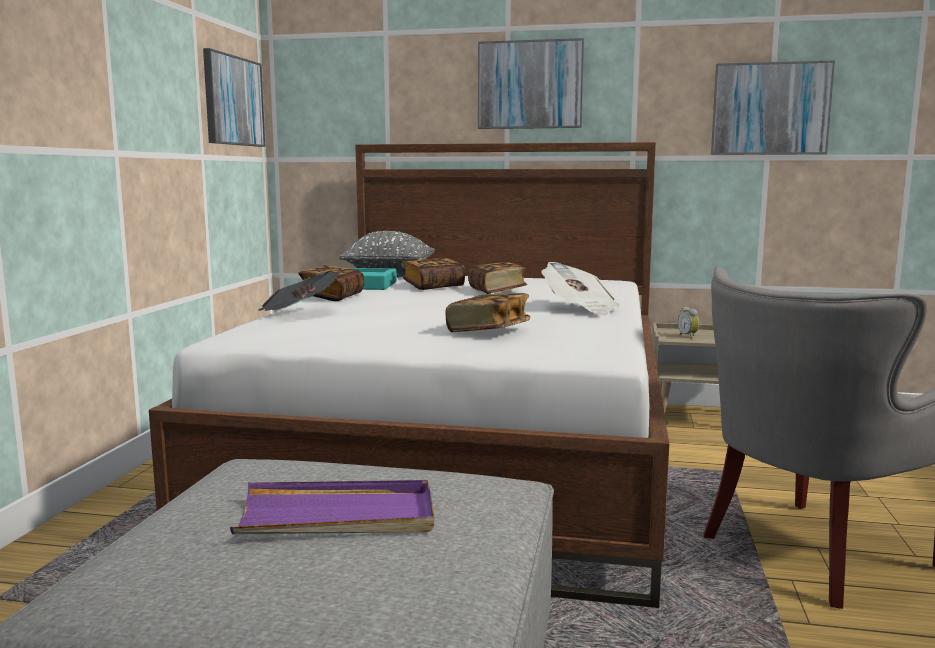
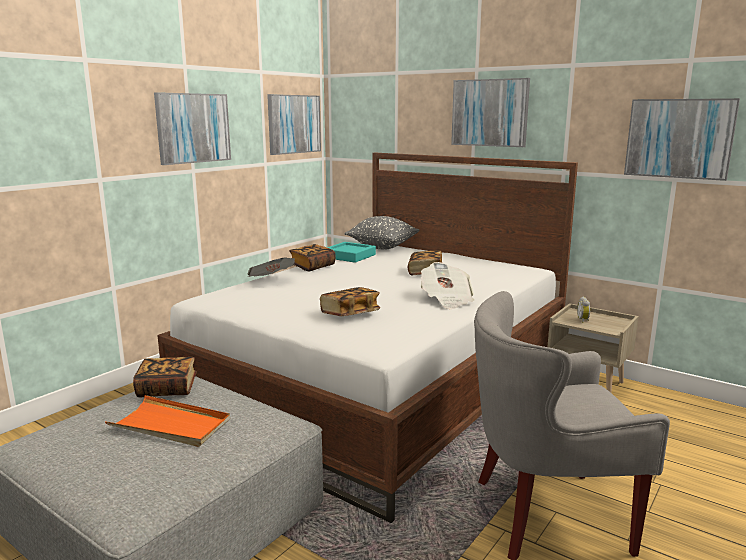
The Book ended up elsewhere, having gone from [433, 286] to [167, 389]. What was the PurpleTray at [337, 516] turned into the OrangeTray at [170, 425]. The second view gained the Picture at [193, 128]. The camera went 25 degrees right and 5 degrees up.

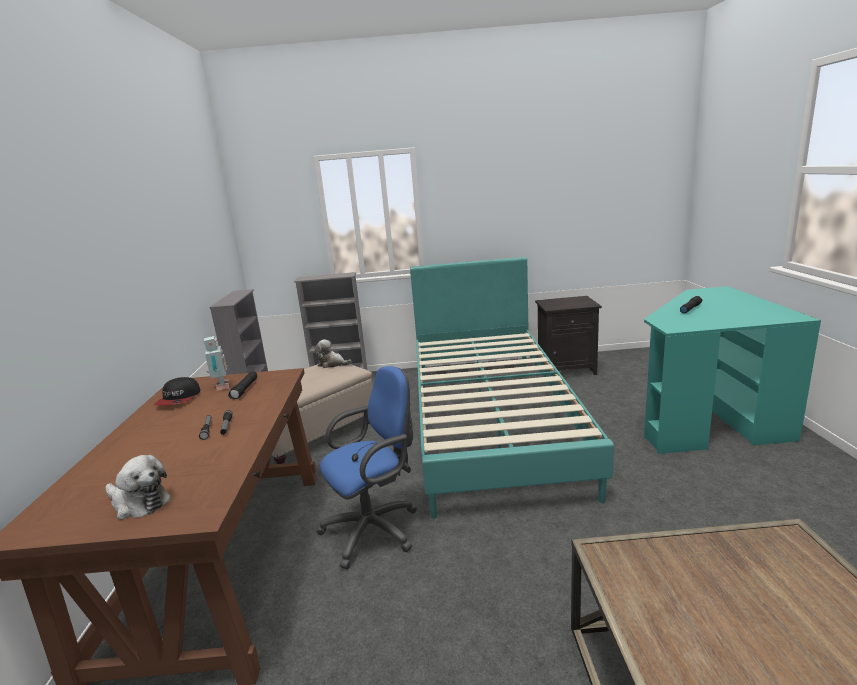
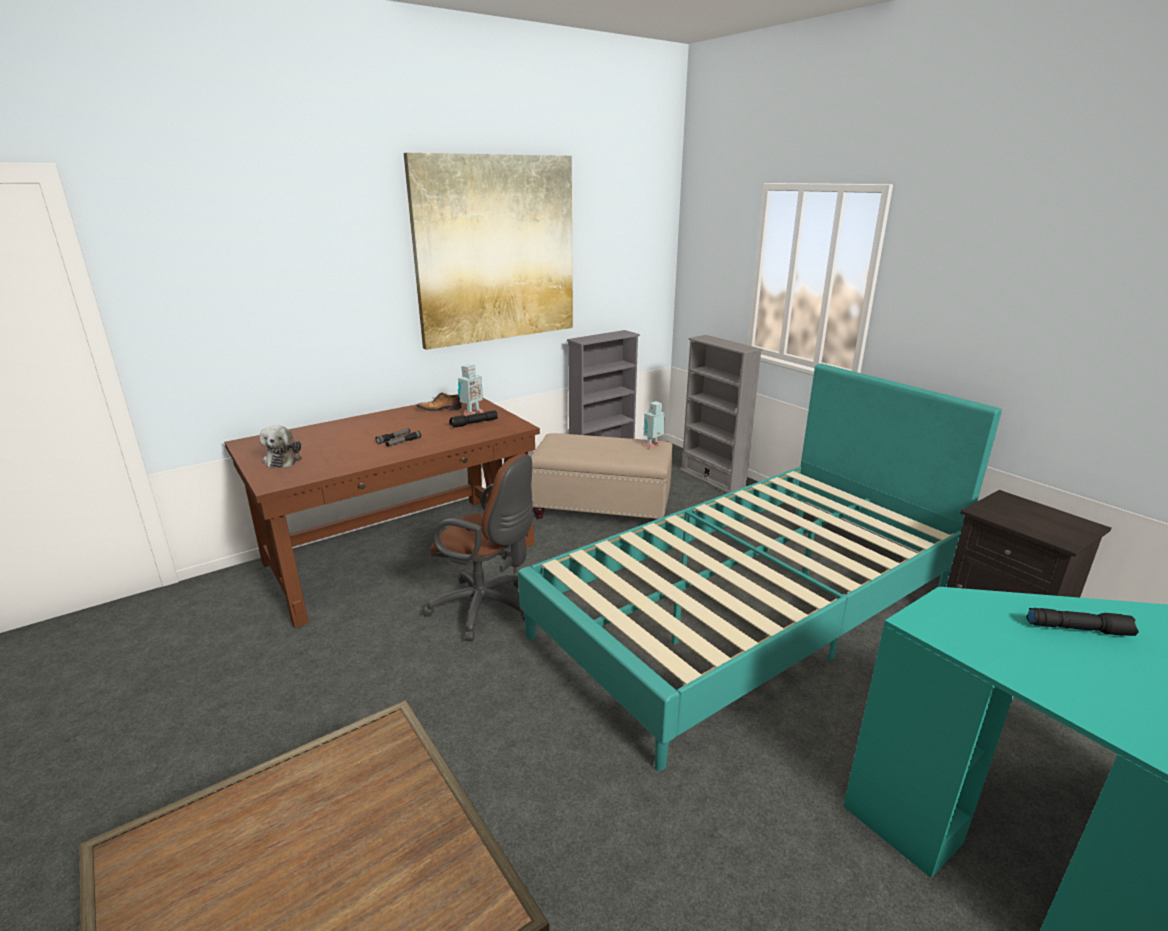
Where the PlushToy stood at [332, 364], the ToyRobot came to stand at [653, 446]. What was the BlueOfficeChair at [376, 529] turned into the BrownOfficeChair at [487, 609]. Where the Cap stood at [179, 399], the Shoe came to stand at [440, 409]. The second view gained the Picture at [496, 250]. The camera went 55 degrees right and 5 degrees up.

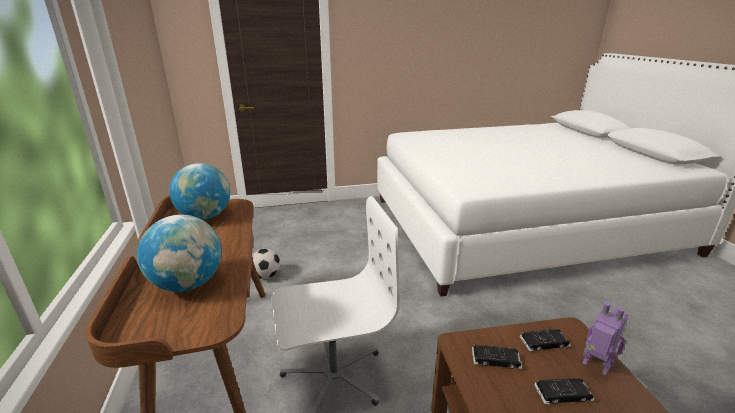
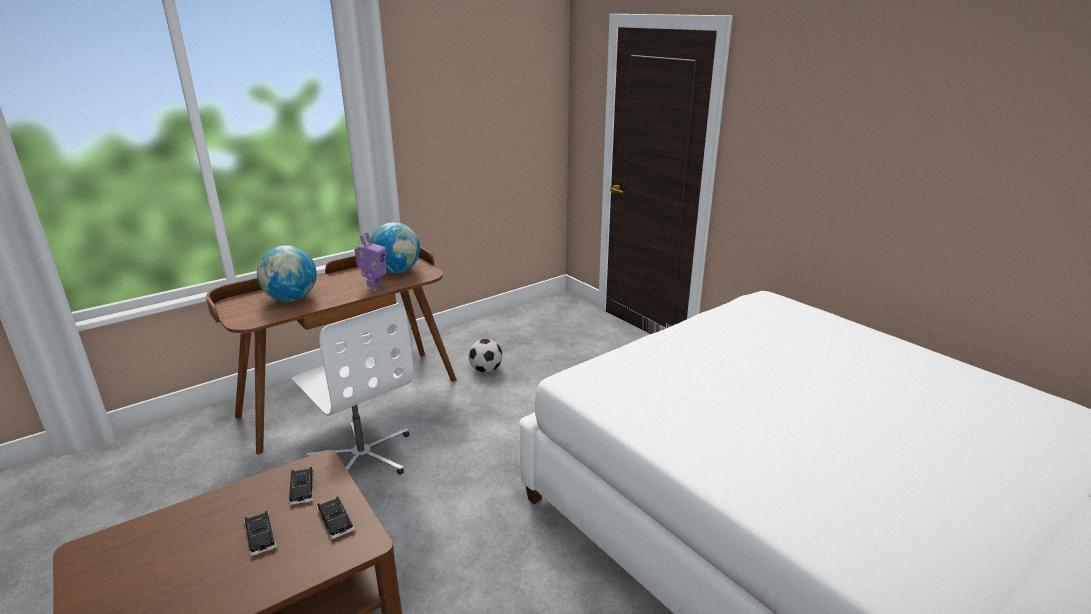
The ToyRobot ended up elsewhere, having gone from [595, 366] to [374, 288]. The camera went 65 degrees right and 0 degrees up.

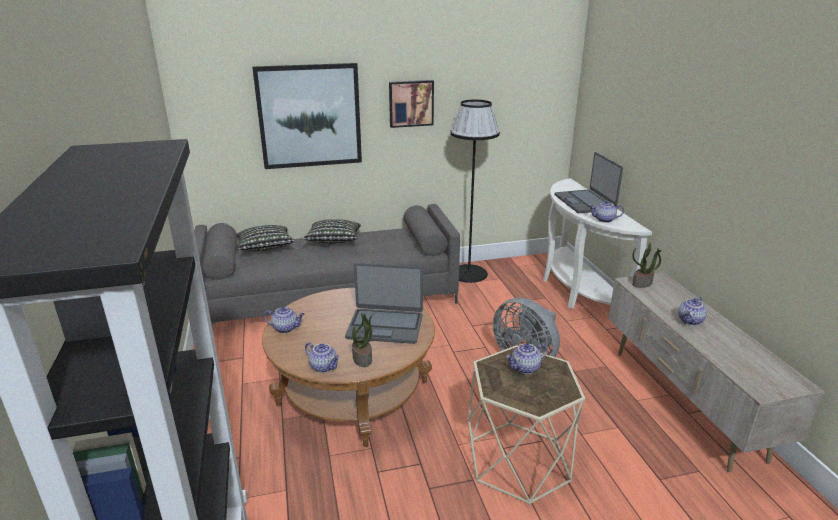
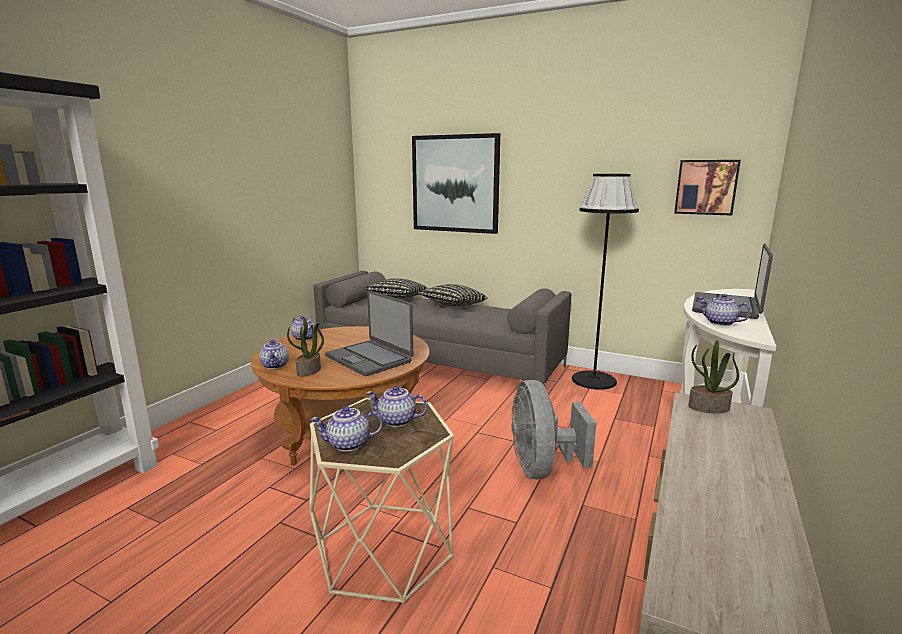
The Picture ended up elsewhere, having gone from [411, 103] to [706, 187]. The Teapot ended up elsewhere, having gone from [690, 321] to [348, 444]. The camera went 40 degrees right and 10 degrees down.

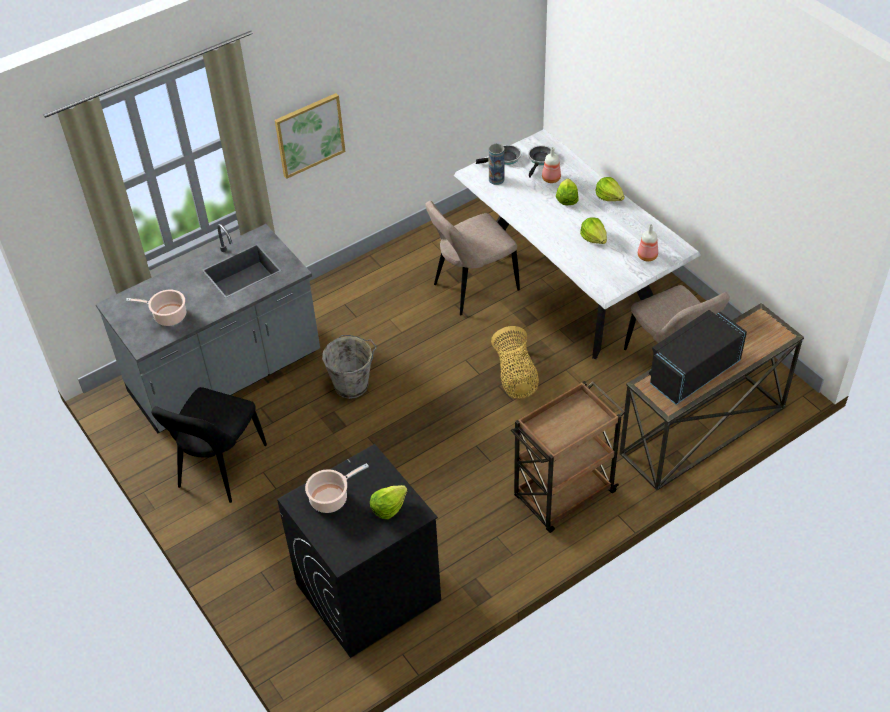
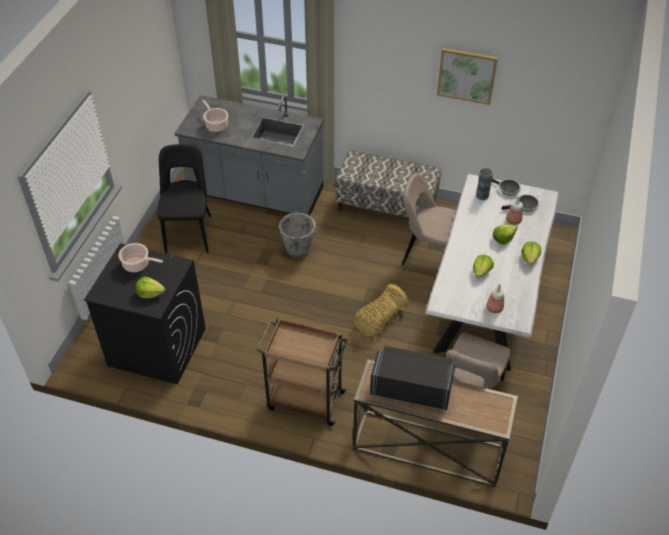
The Picture ended up elsewhere, having gone from [309, 135] to [466, 75]. The BlackChair at [220, 469] ended up facing another way, 105 degrees clockwise from before. The second view gained the Bench at [387, 206]. The camera went 50 degrees right and 0 degrees up.

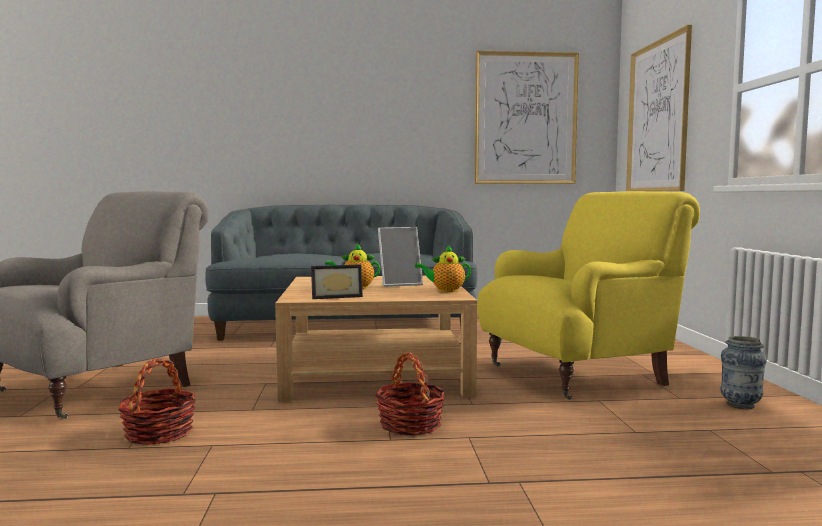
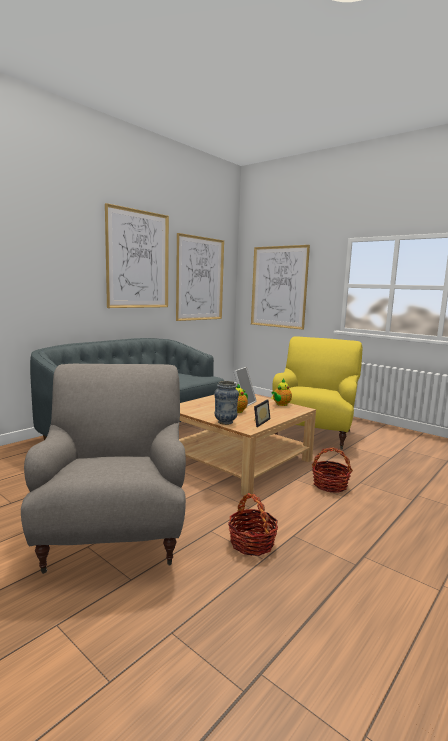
The Vase ended up elsewhere, having gone from [740, 405] to [225, 422]. The second view gained the Picture at [138, 259]. The camera went 45 degrees left and 5 degrees up.

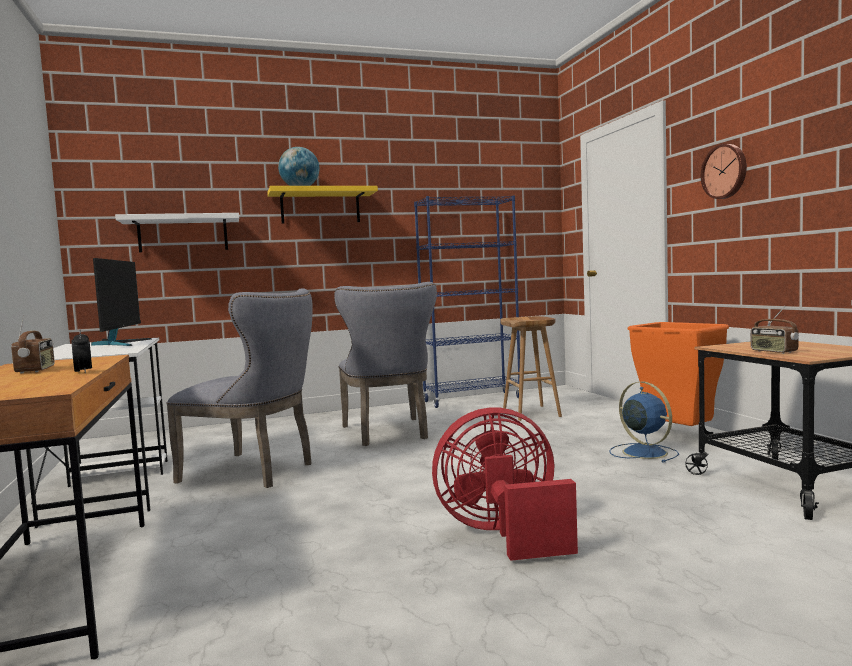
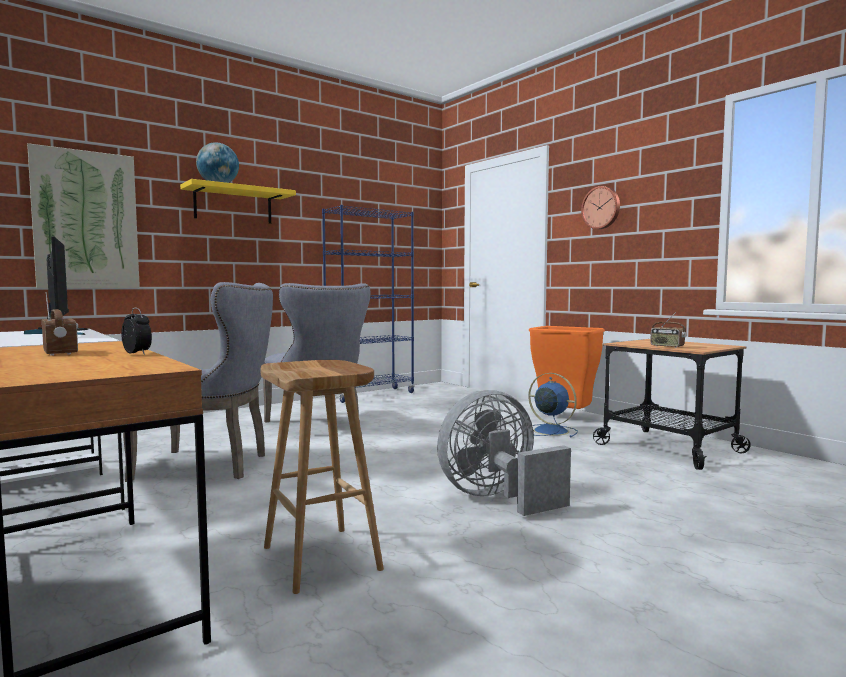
Where the WhiteShelf hung at [183, 234], the Picture came to hang at [86, 220]. The BrownStool ended up elsewhere, having gone from [532, 413] to [323, 558]. What was the RedFan at [504, 534] turned into the GreyFan at [497, 498]. The camera went 20 degrees left and 0 degrees up.

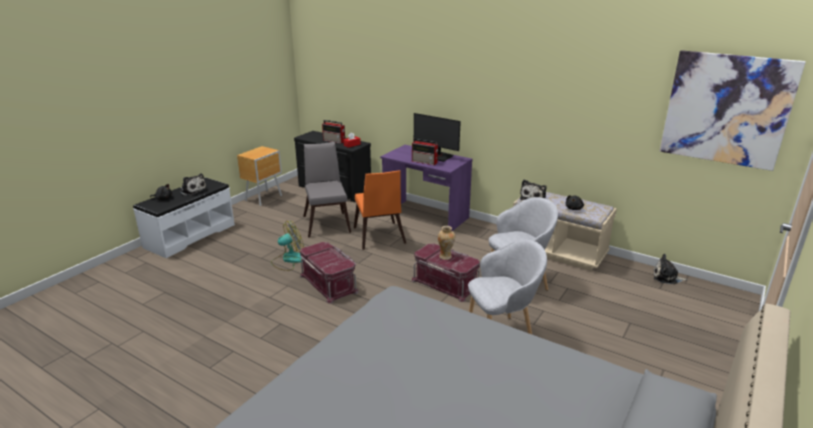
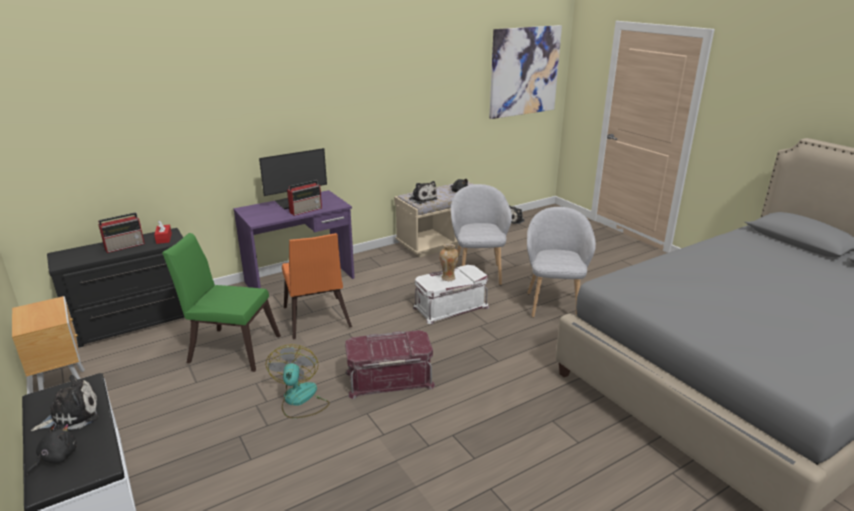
What was the GreyChair at [327, 222] turned into the GreenChair at [230, 348]. The OrangeChair at [379, 237] ended up facing another way, 60 degrees clockwise from before. What was the RedStorageBox at [446, 283] turned into the WhiteStorageBox at [450, 306]. The camera went 65 degrees left and 0 degrees up.

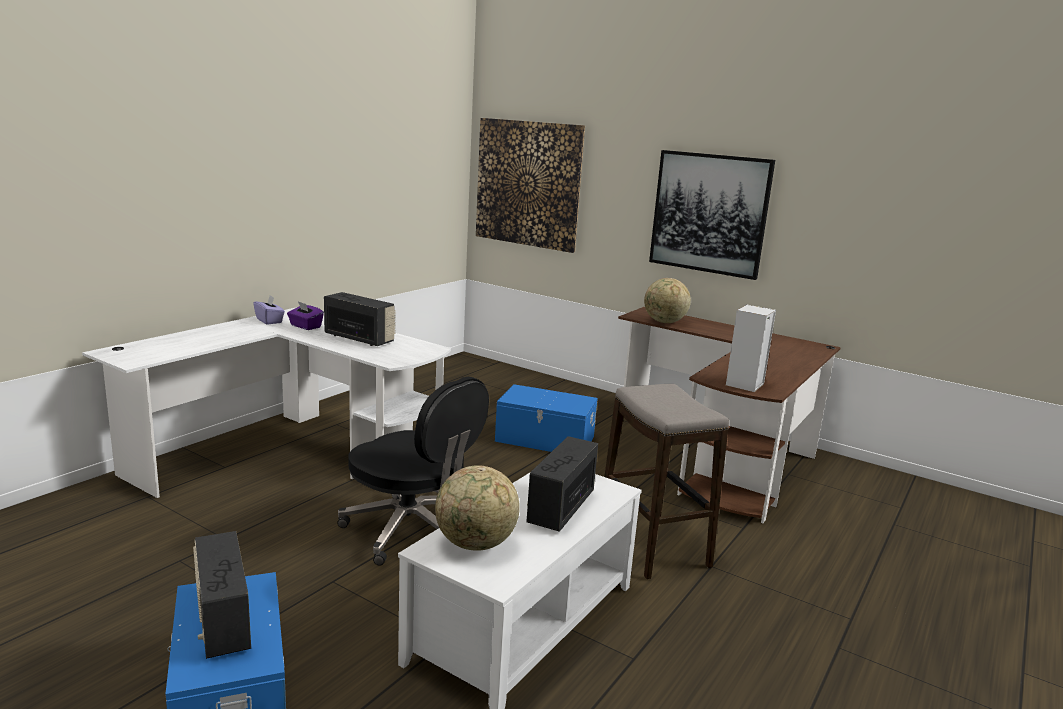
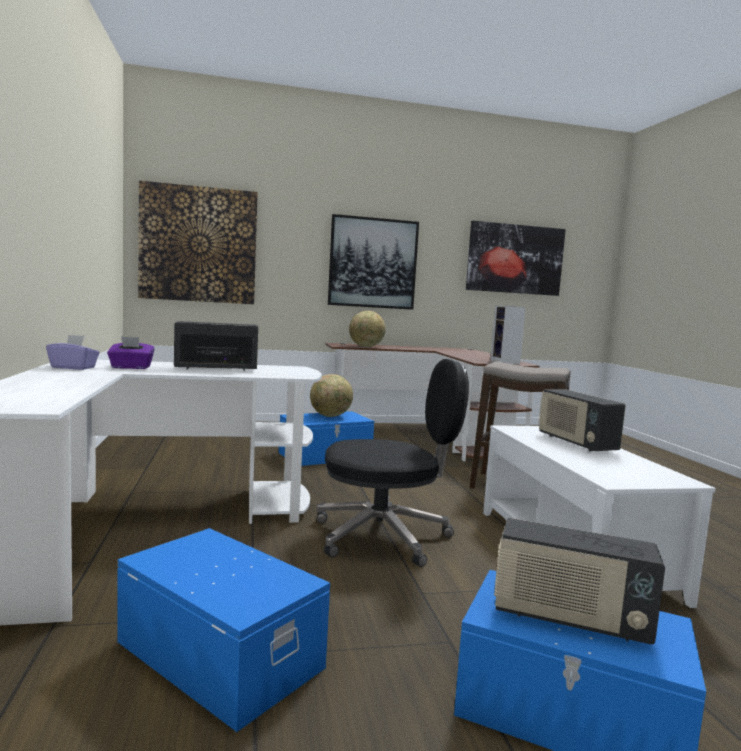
The Globe ended up elsewhere, having gone from [475, 544] to [330, 416]. The second view gained the Picture at [515, 259]. The second view gained the BlueStorageBox at [221, 653]. The camera went 45 degrees left and 10 degrees down.

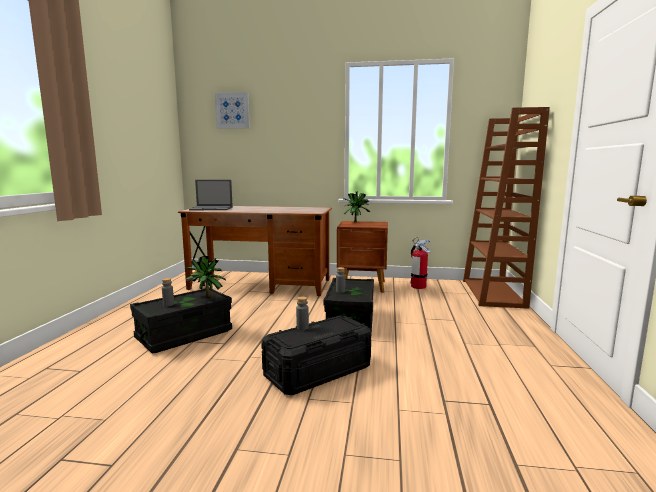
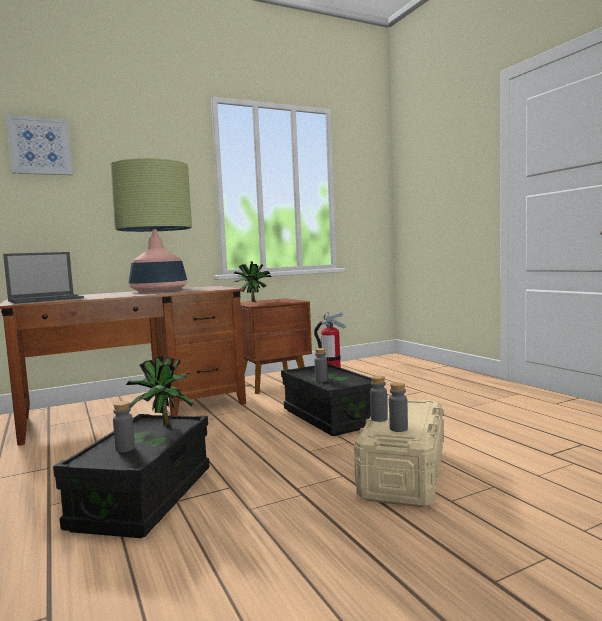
The second view lost the BrownBookcase at [493, 293]. What was the BlackStorageBox at [318, 371] turned into the BeigeStorageBox at [404, 473]. The second view gained the TableLamp at [159, 290]. The second view gained the GreyBottle at [398, 429]. The camera went 35 degrees left and 5 degrees down.

